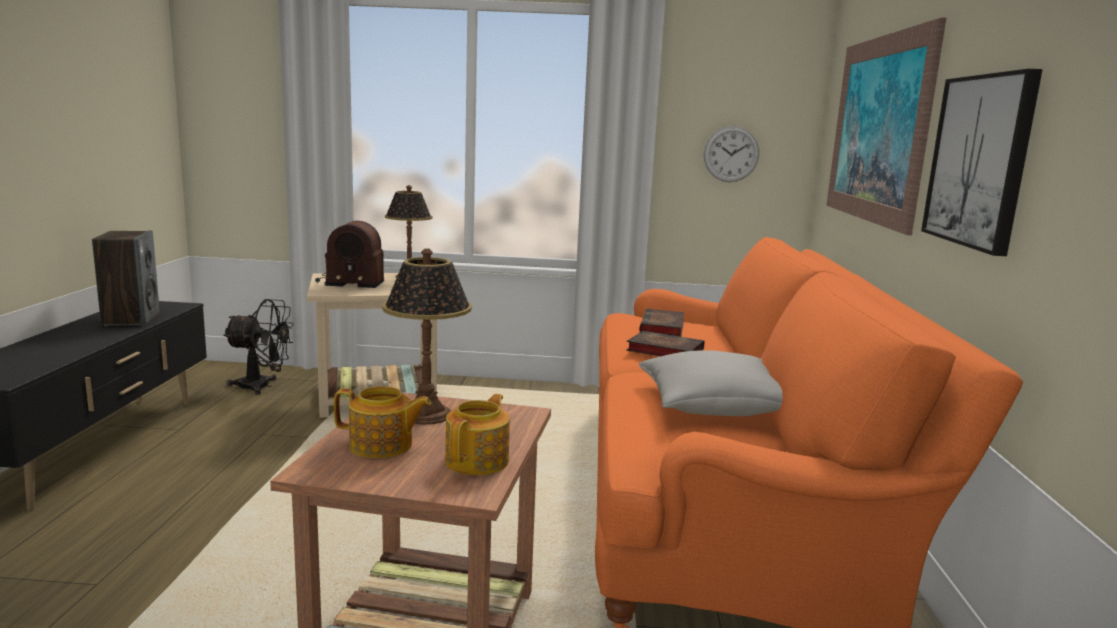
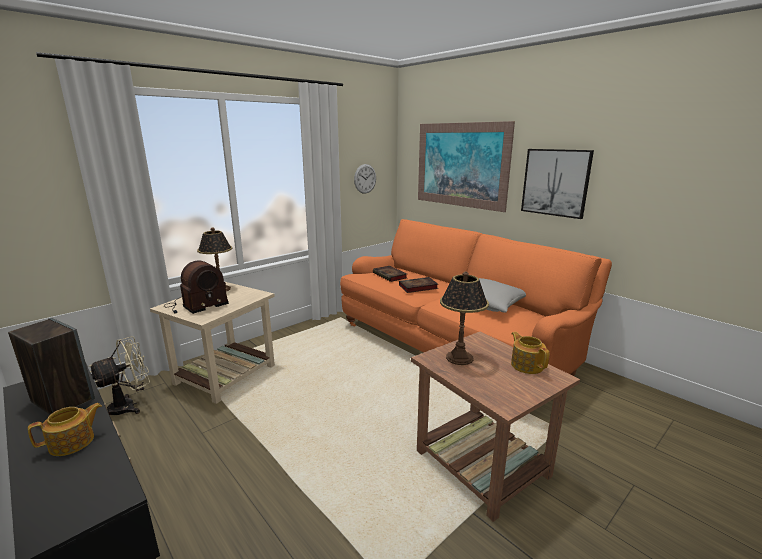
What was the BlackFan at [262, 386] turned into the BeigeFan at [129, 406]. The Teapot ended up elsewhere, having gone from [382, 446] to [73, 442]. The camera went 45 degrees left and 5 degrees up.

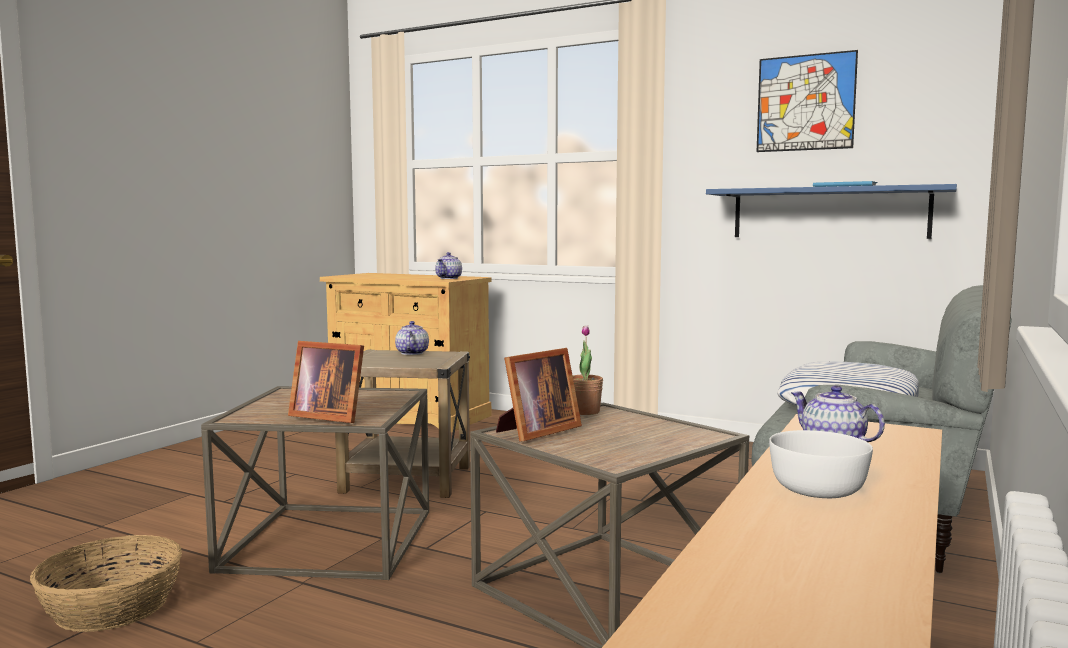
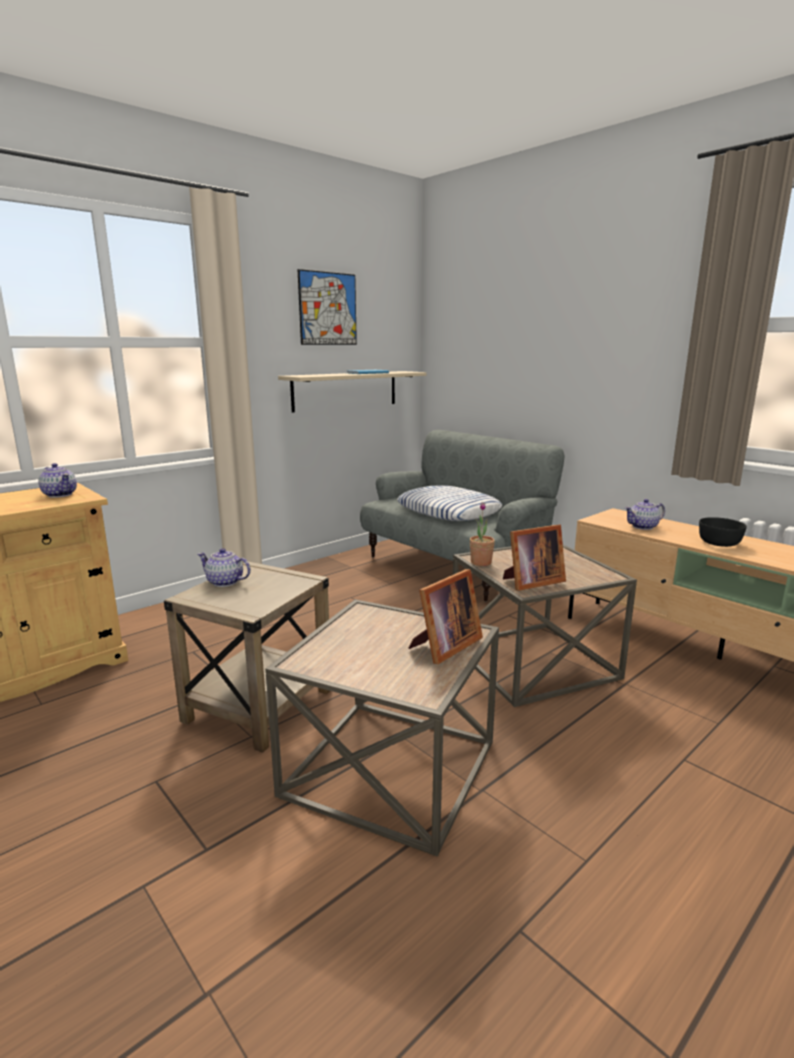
What was the BlueShelf at [829, 213] turned into the BeigeShelf at [345, 390]. The PictureFrame at [536, 431] ended up facing another way, 90 degrees clockwise from before. What was the WhiteBowl at [819, 489] turned into the BlackBowl at [719, 542]. The second view lost the Basket at [111, 607]. The camera went 70 degrees left and 10 degrees up.

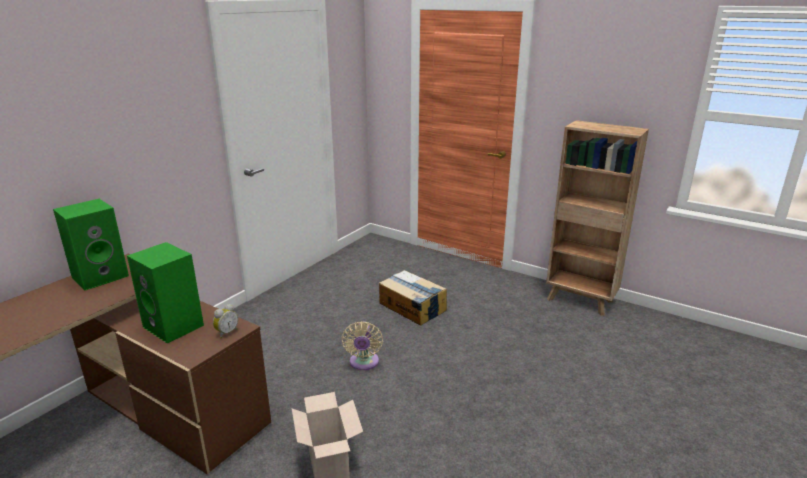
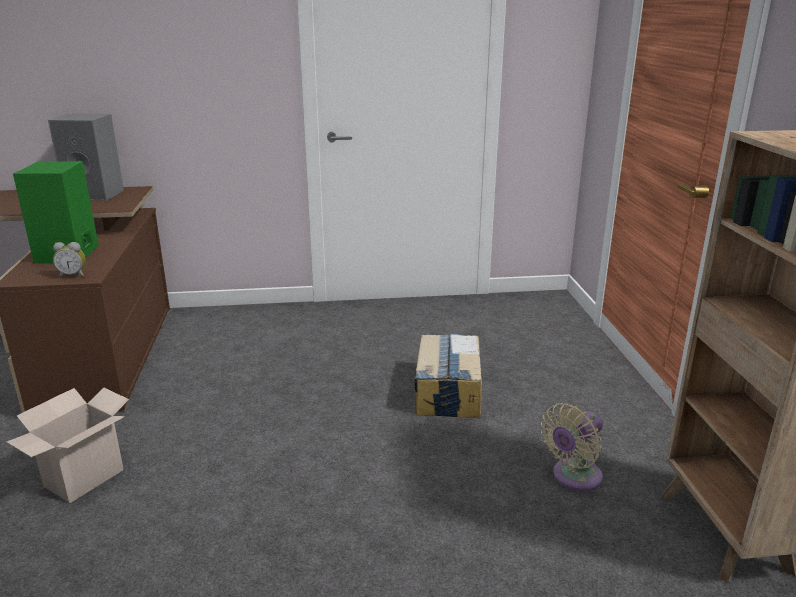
What was the GreenSpeaker at [101, 276] turned into the GreySpeaker at [96, 194]. The BeigeFan ended up elsewhere, having gone from [364, 363] to [573, 477]. The camera went 50 degrees right and 0 degrees up.

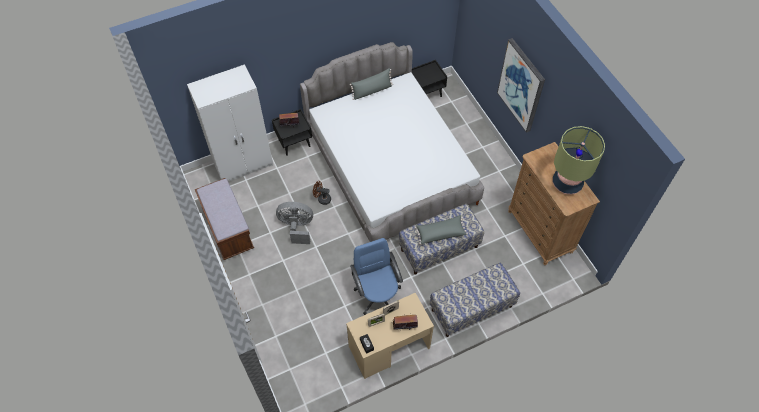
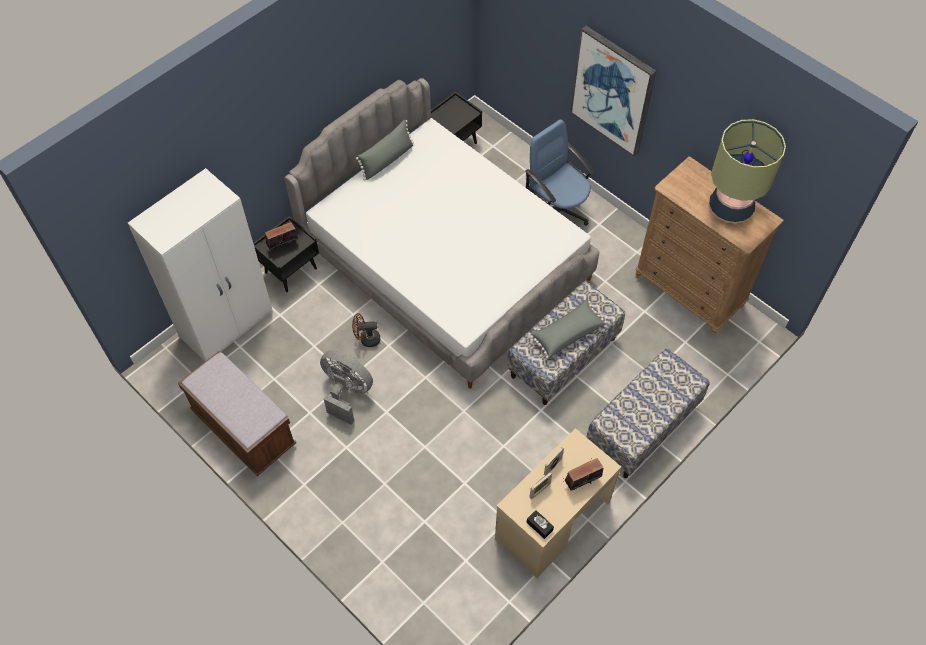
The GreyFan at [297, 227] ended up facing another way, 45 degrees clockwise from before. The BlueOfficeChair ended up elsewhere, having gone from [377, 294] to [557, 210]. The camera went 20 degrees left and 0 degrees up.

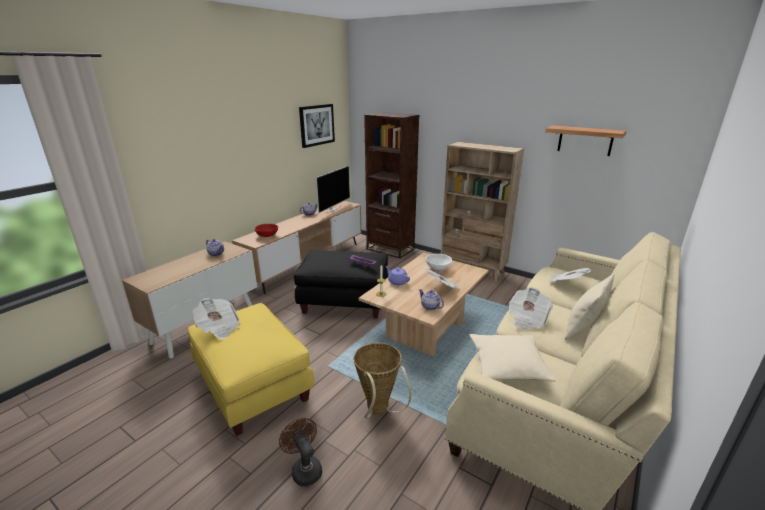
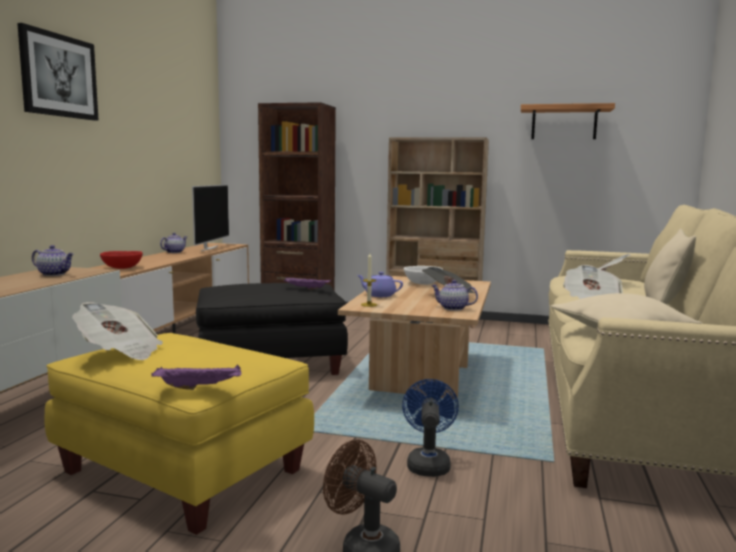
The Picture ended up elsewhere, having gone from [317, 125] to [59, 76]. Where the Basket stood at [379, 411], the BlueFan came to stand at [428, 463]. The second view gained the PurpleTray at [200, 387]. The camera went 20 degrees left and 15 degrees down.

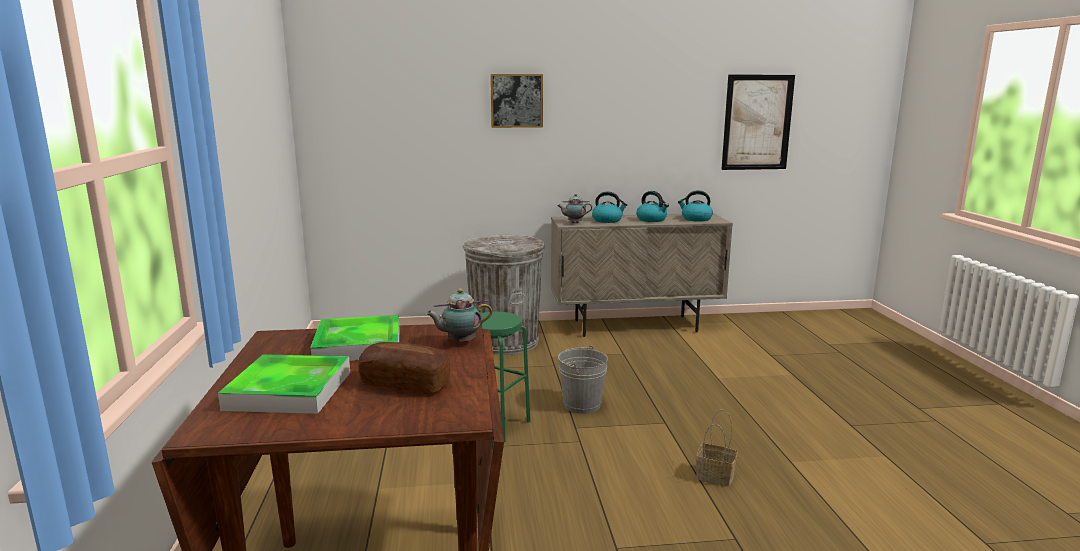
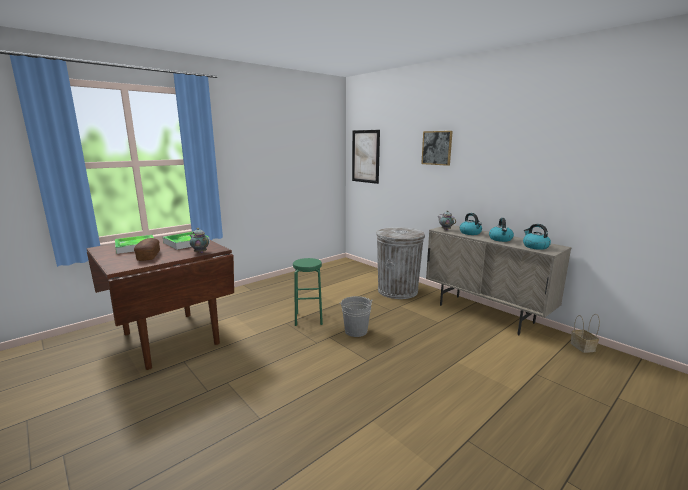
The Picture ended up elsewhere, having gone from [757, 122] to [365, 156]. The Basket ended up elsewhere, having gone from [713, 476] to [581, 347]. The camera went 55 degrees right and 0 degrees up.

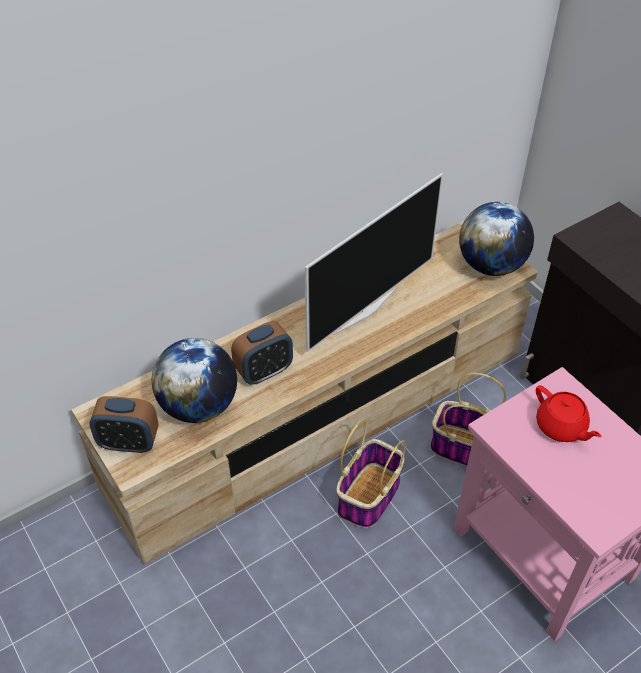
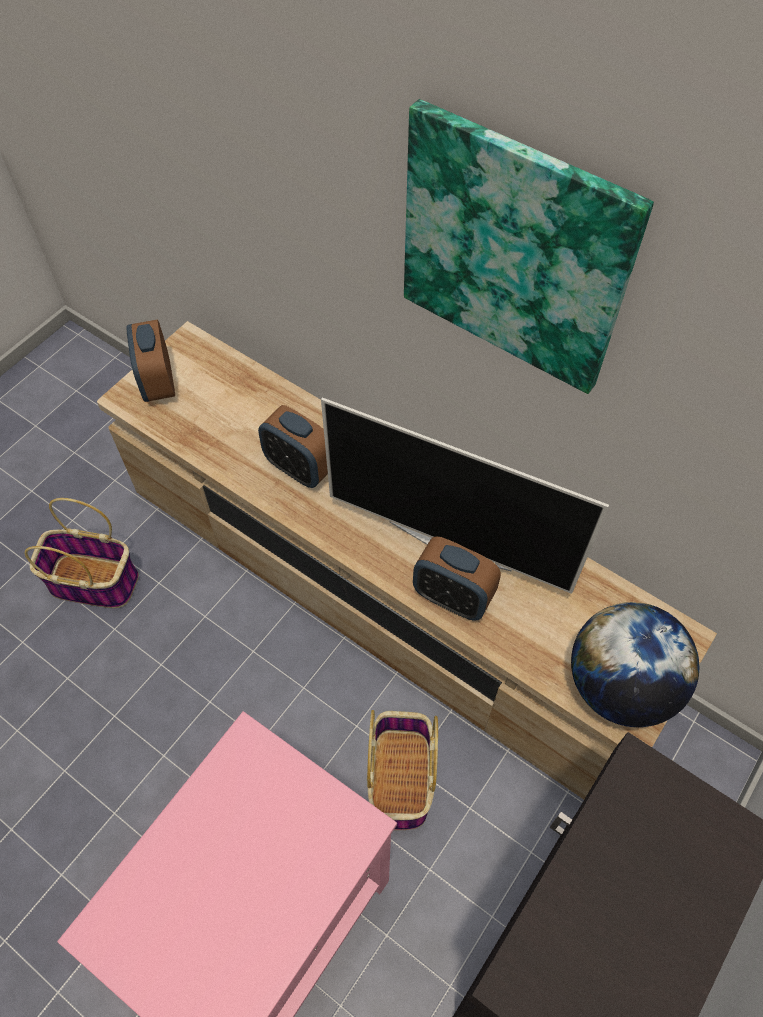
The second view lost the Globe at [199, 406]. The second view lost the RedTeapot at [561, 427]. The Basket ended up elsewhere, having gone from [369, 497] to [92, 582]. The second view gained the Picture at [514, 251]. The second view gained the AlarmClock at [452, 597]. The camera went 70 degrees right and 10 degrees up.

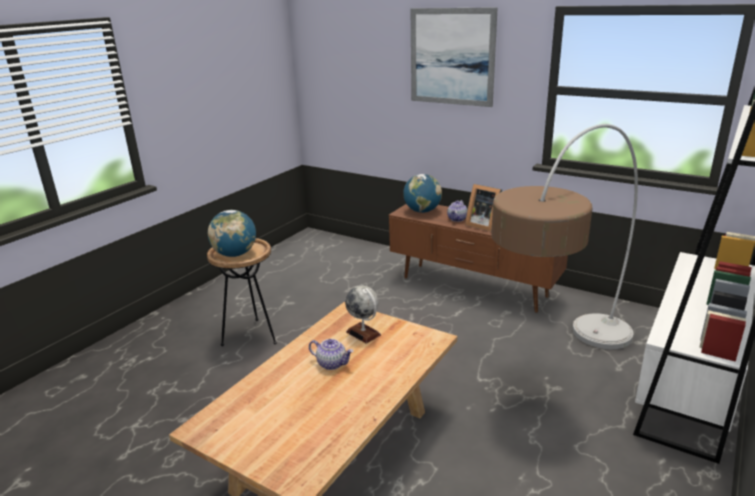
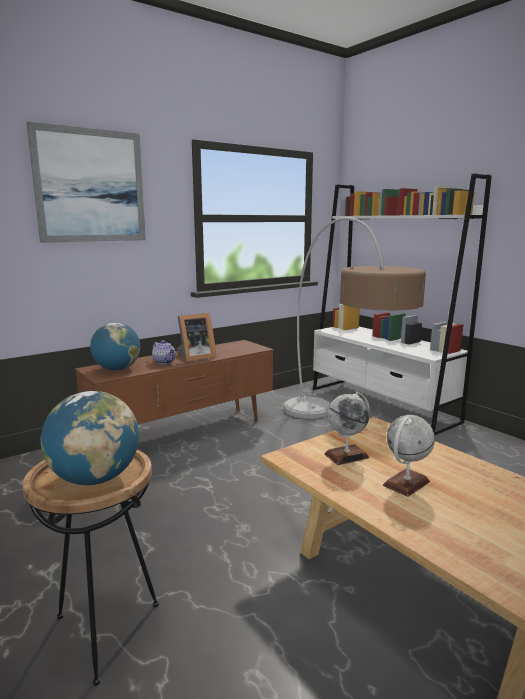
Where the Teapot stood at [332, 363], the Globe came to stand at [406, 483]. The camera went 70 degrees left and 10 degrees down.

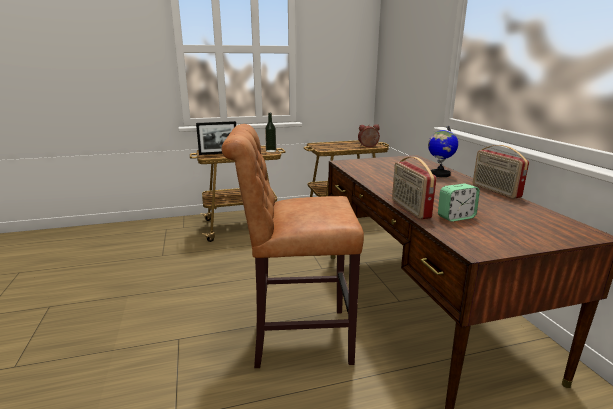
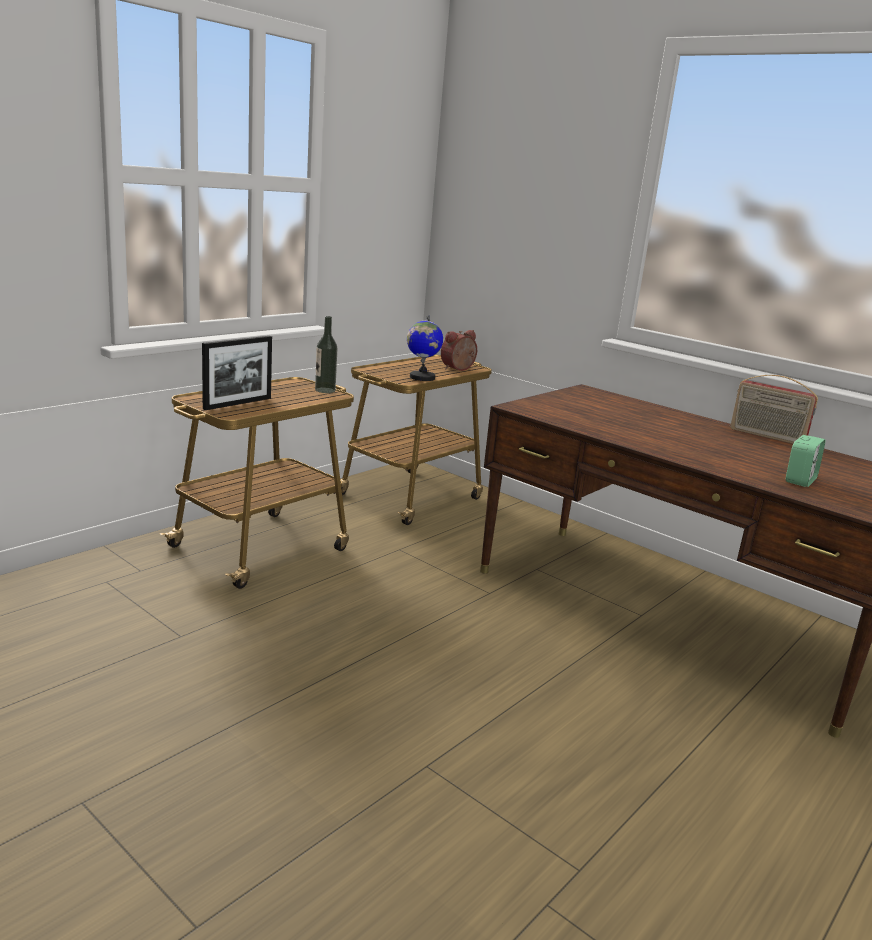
The second view lost the BrownStool at [295, 337]. The Globe ended up elsewhere, having gone from [439, 174] to [422, 377]. The second view lost the Radio at [409, 208]. The camera went 35 degrees left and 0 degrees up.

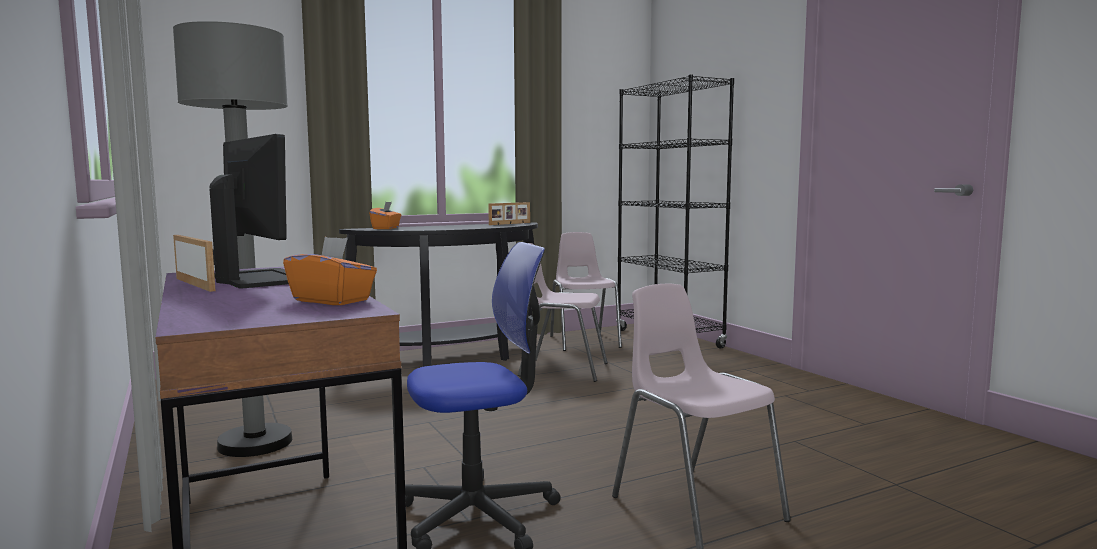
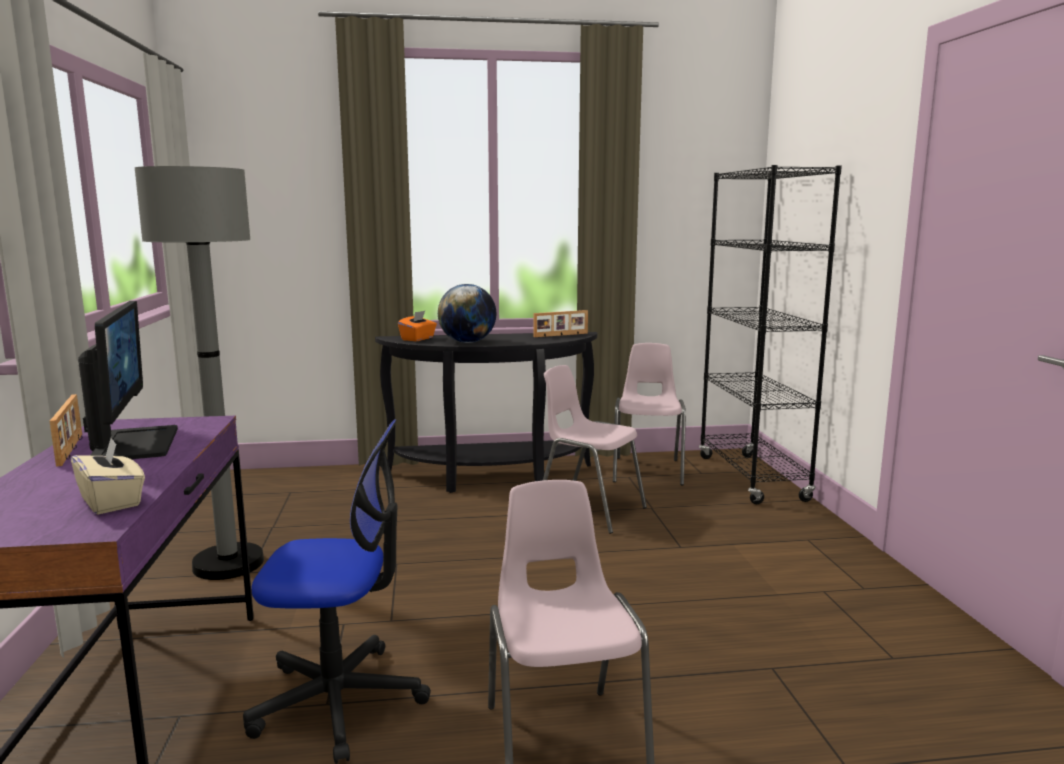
What was the OrangeTissueBox at [332, 300] turned into the BeigeTissueBox at [112, 501]. The second view gained the Globe at [467, 342]. The camera went 20 degrees right and 5 degrees up.

